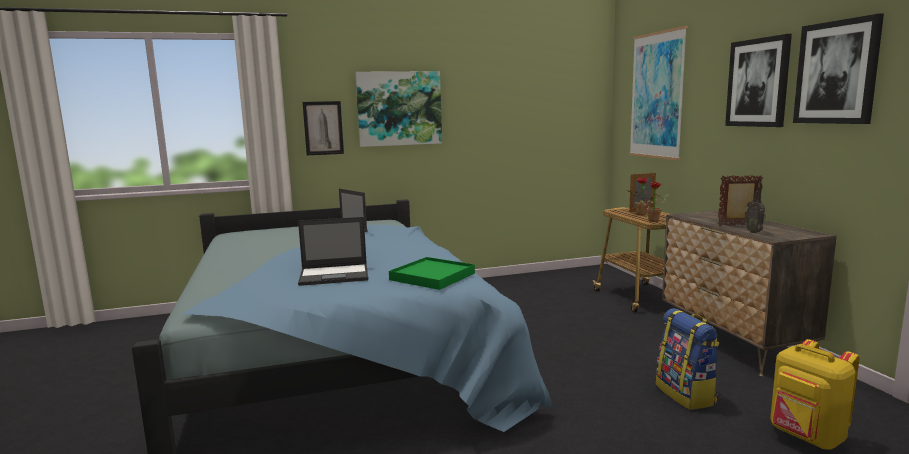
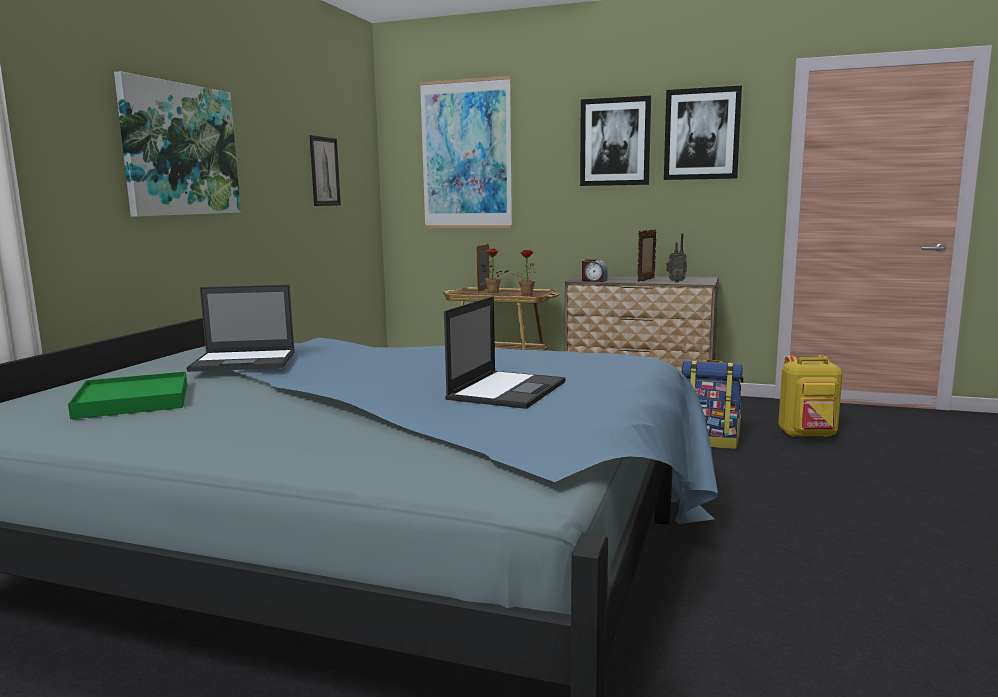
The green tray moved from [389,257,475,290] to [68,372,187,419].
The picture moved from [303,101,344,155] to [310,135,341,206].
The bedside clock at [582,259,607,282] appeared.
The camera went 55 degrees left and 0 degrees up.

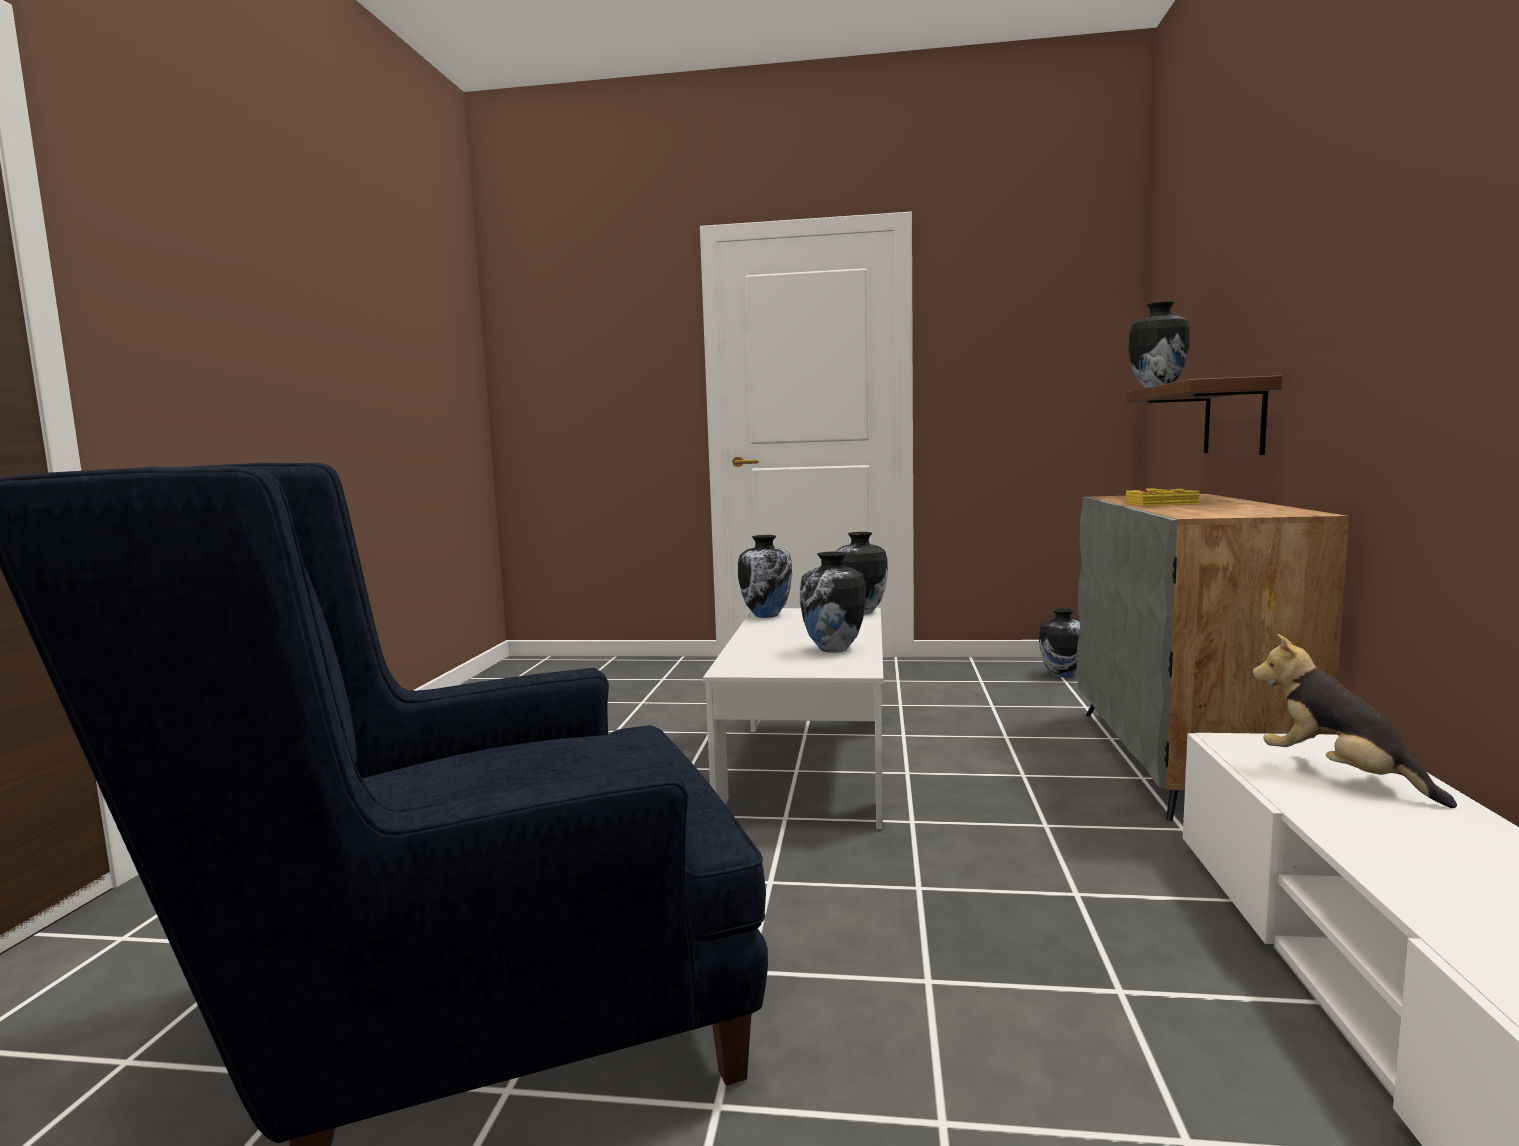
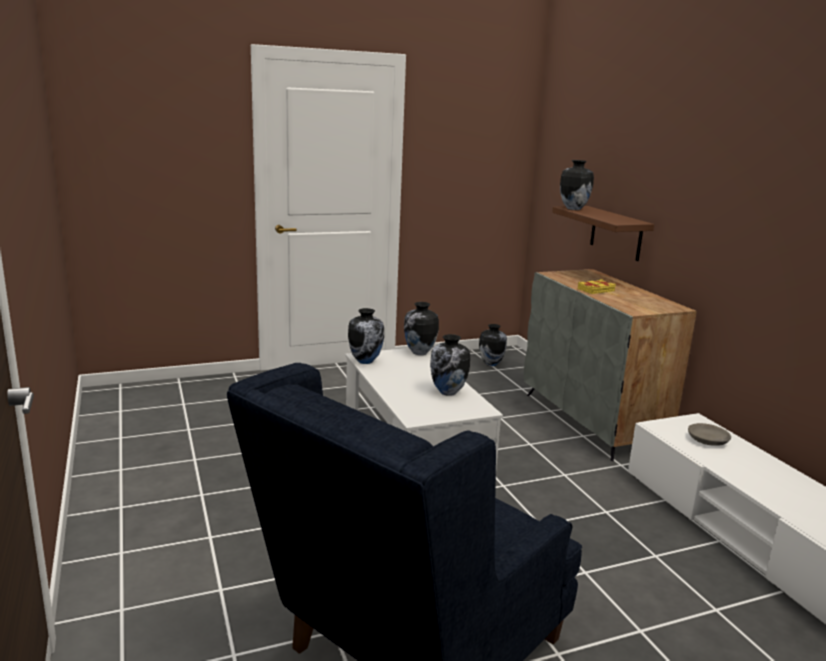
The cuddly toy at [1252,634,1457,808] was replaced by the gray serving bowl at [688,423,731,446].
The camera went 30 degrees left and 10 degrees up.

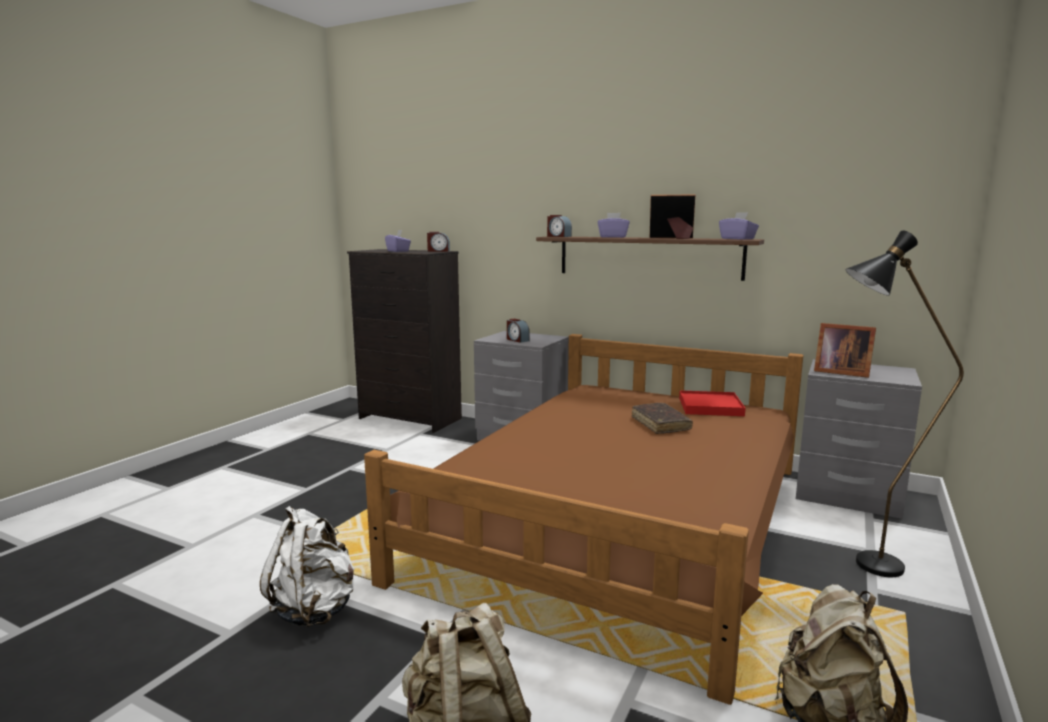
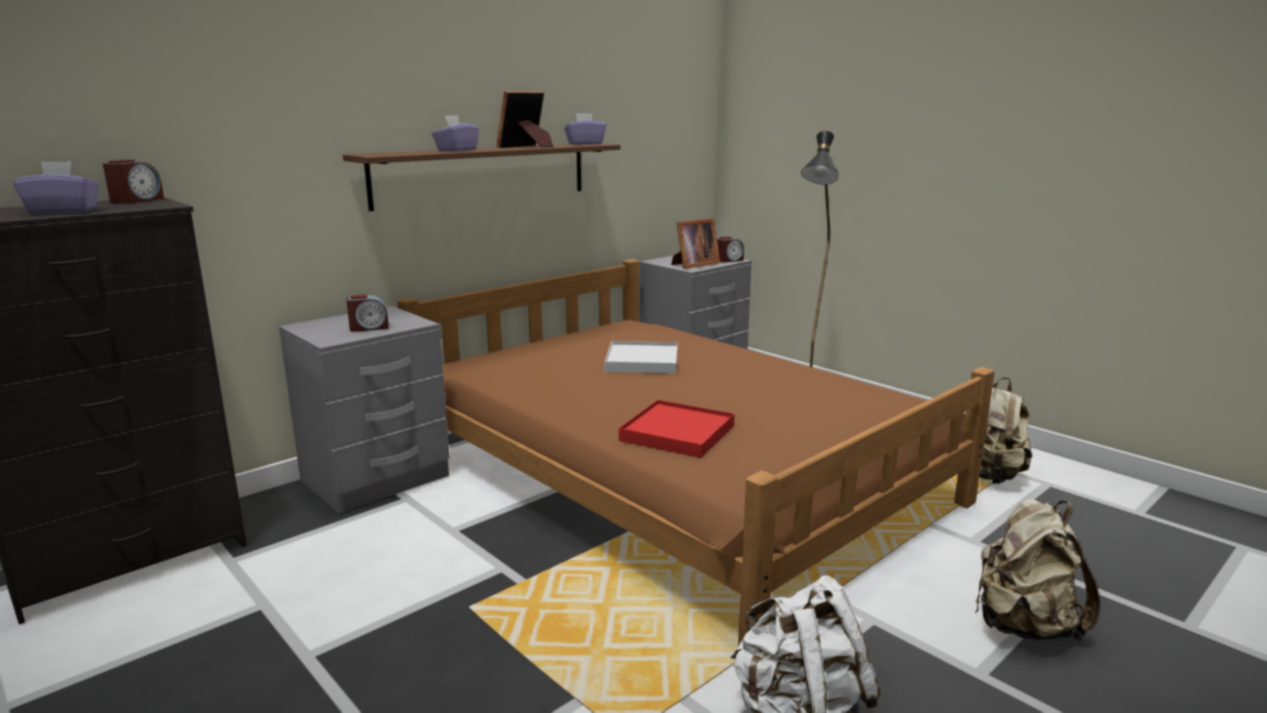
The brown volume at [632,403,693,434] was replaced by the white-coloured tray at [605,341,678,374].
The red-coloured tray moved from [679,390,746,416] to [619,400,735,458].
The bedside clock moved from [547,215,572,237] to [717,236,744,263].
The camera went 70 degrees left and 5 degrees up.

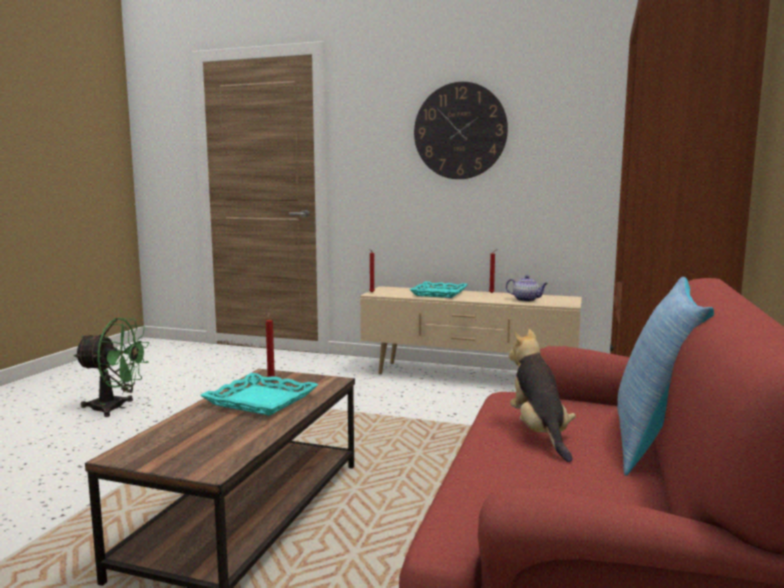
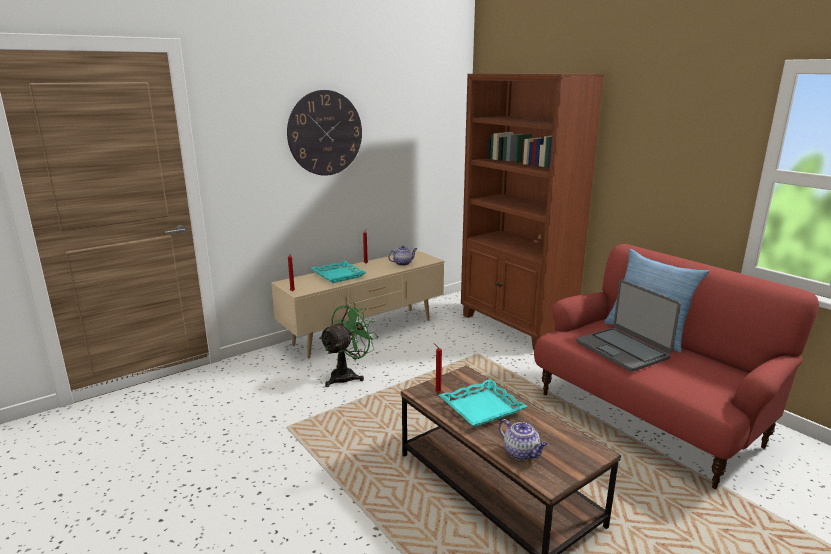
The green cooling fan moved from [73,318,149,417] to [319,303,378,387].
The pot for tea at [499,419,548,460] appeared.
The cuddly toy at [509,329,576,462] was replaced by the notebook computer at [576,280,681,372].
The camera went 55 degrees left and 10 degrees up.

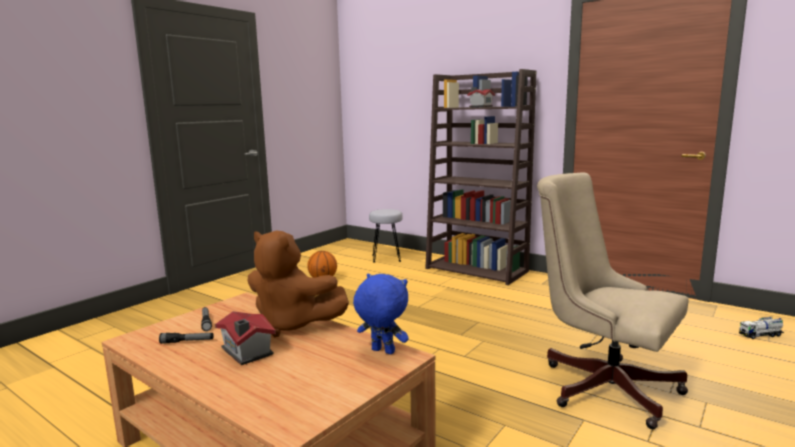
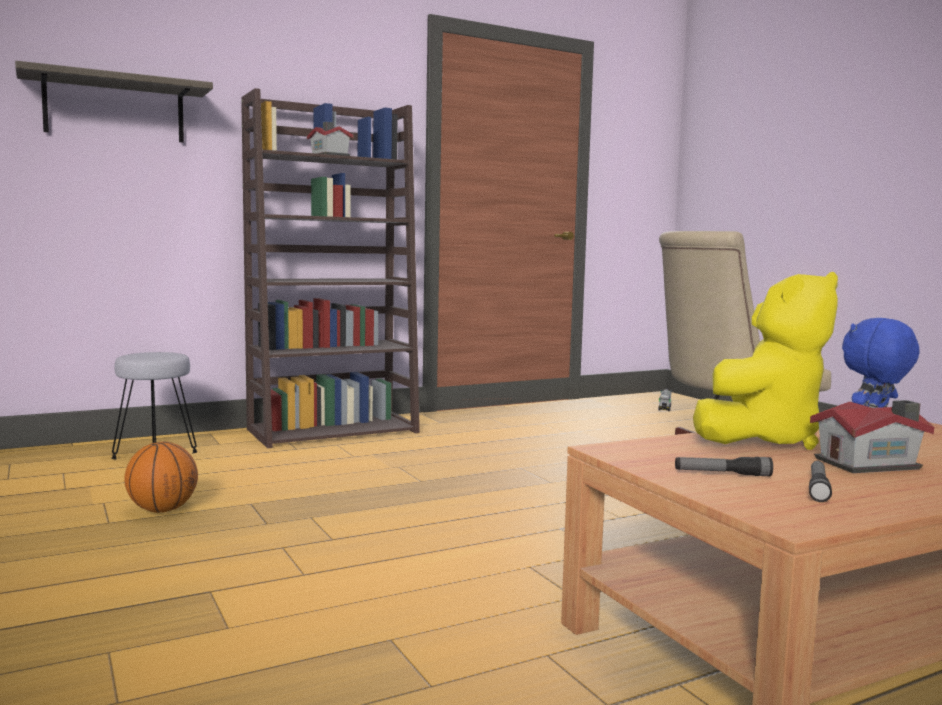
The shelf at [15,61,213,143] appeared.
The brown cuddly toy at [247,231,349,337] became the yellow-coloured cuddly toy at [693,272,838,450].
The camera went 65 degrees left and 5 degrees down.

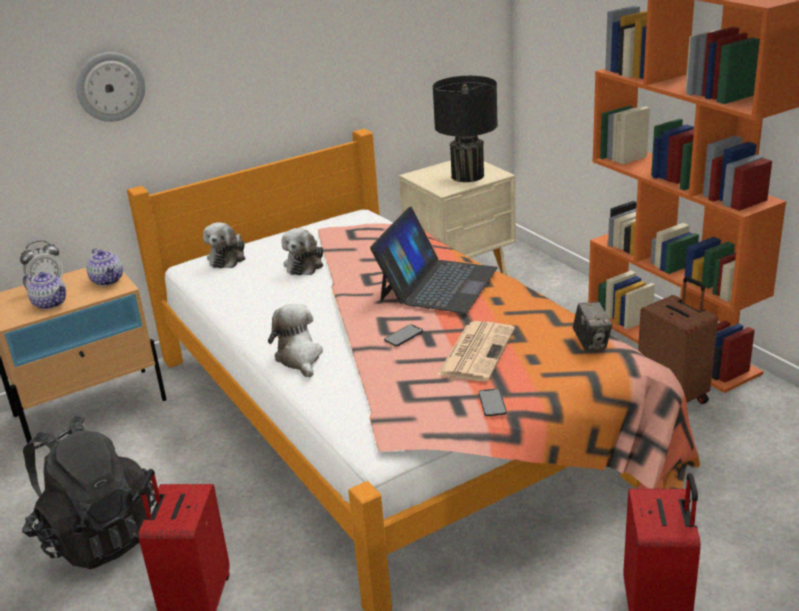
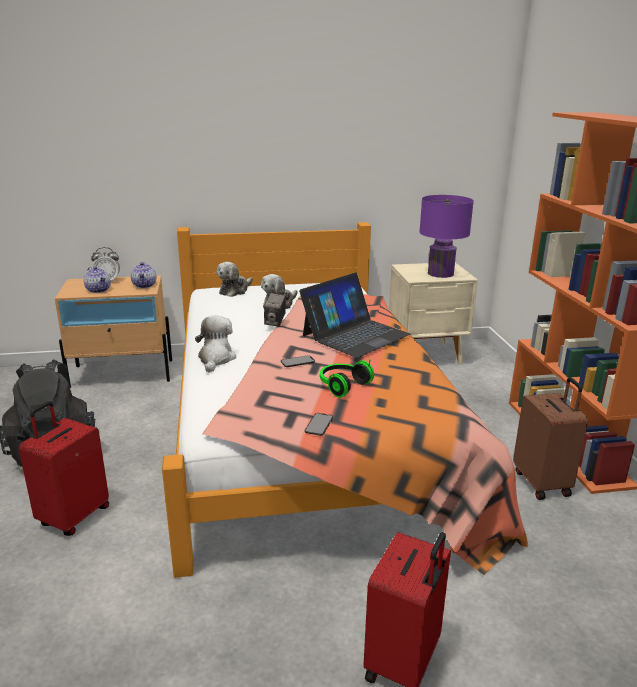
The photo camera moved from [573,302,612,351] to [264,293,286,327].
The daily paper at [437,321,515,381] was replaced by the headset at [320,360,374,398].
The blackish tabletop lamp at [433,76,498,182] became the purplish tabletop lamp at [419,195,474,278].
The hanging clock at [76,52,145,122] disappeared.
The camera went 20 degrees right and 5 degrees down.

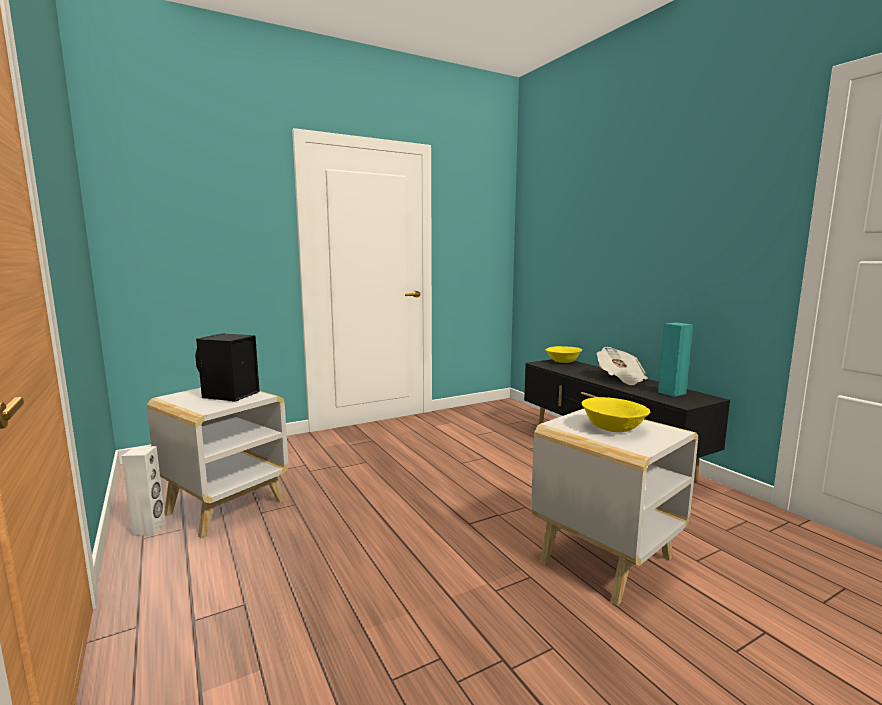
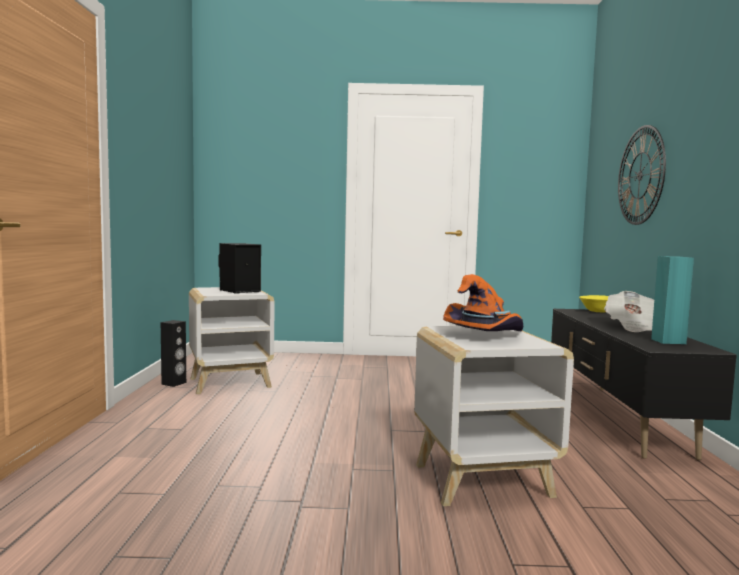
The white-coloured audio speaker at [122,446,165,536] became the blackish audio speaker at [161,320,186,387].
The yellow-coloured serving bowl at [582,397,650,432] was replaced by the orange-coloured clothing hat at [443,274,523,331].
The hanging clock at [618,125,666,225] appeared.
The camera went 30 degrees right and 5 degrees down.

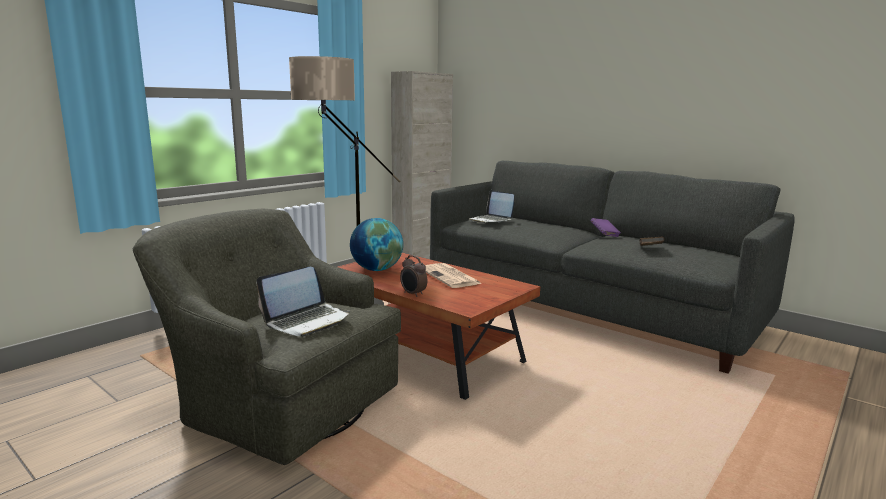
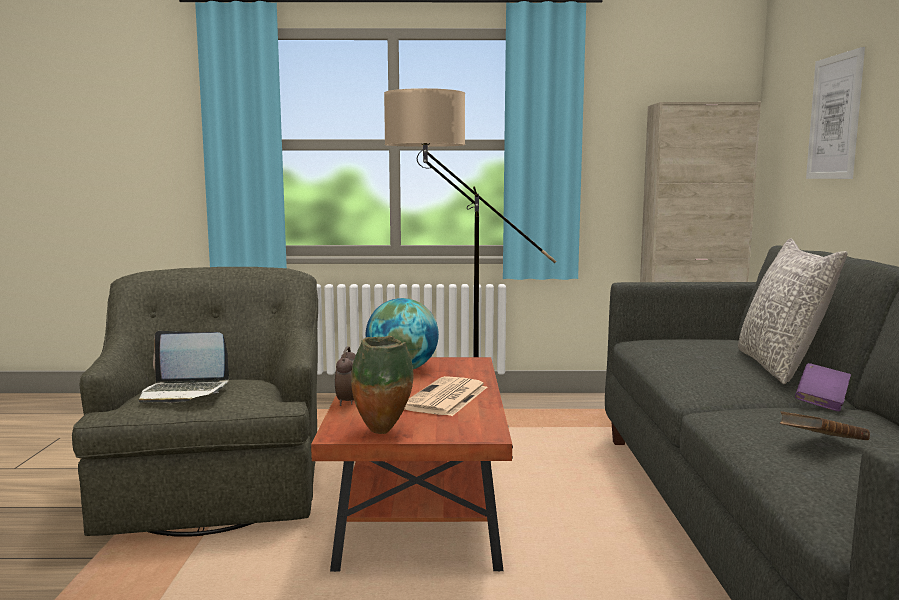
The flower vase at [351,336,413,434] appeared.
The gray cushion at [738,238,847,384] appeared.
The picture at [806,47,865,179] appeared.
The notebook computer at [469,190,514,223] disappeared.
The camera went 50 degrees right and 5 degrees down.

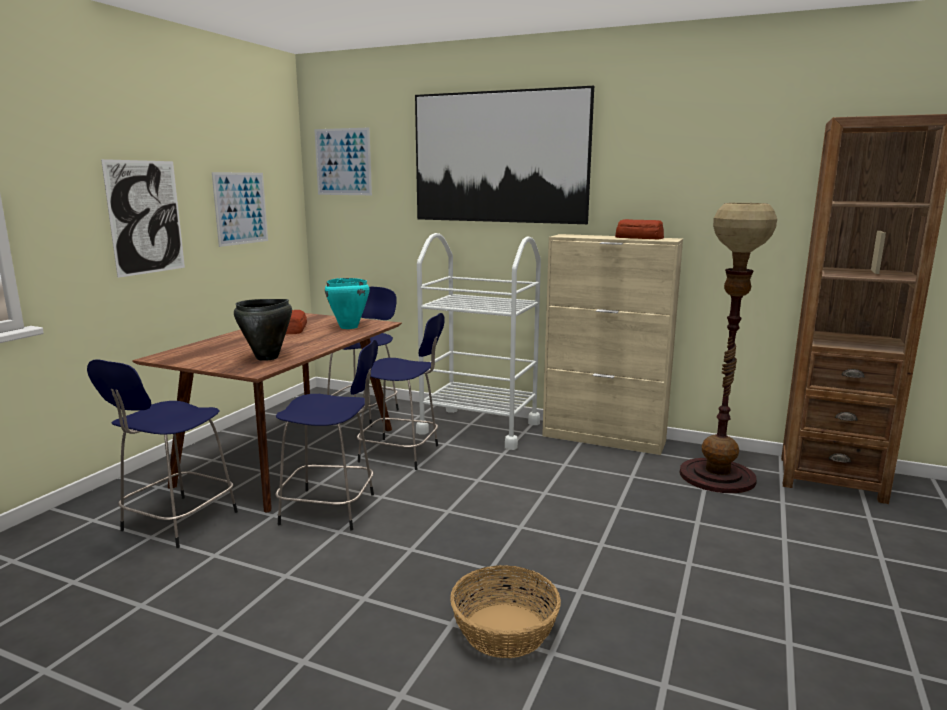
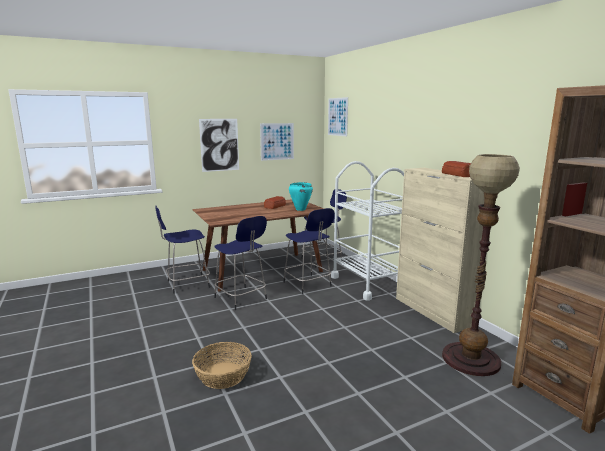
The blackish saucepot at [234,299,292,361] disappeared.
The picture at [415,86,594,224] disappeared.
The camera went 40 degrees right and 0 degrees up.

